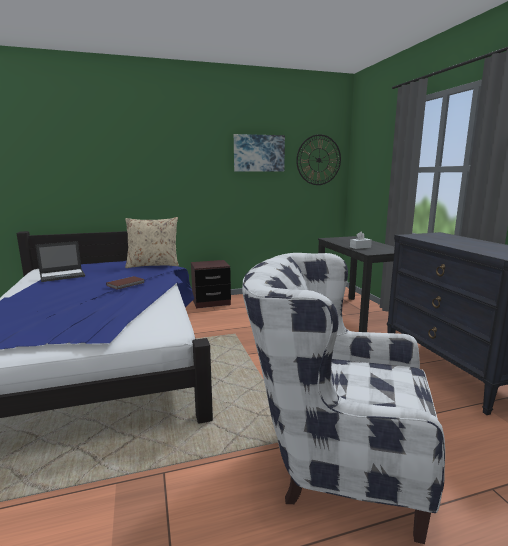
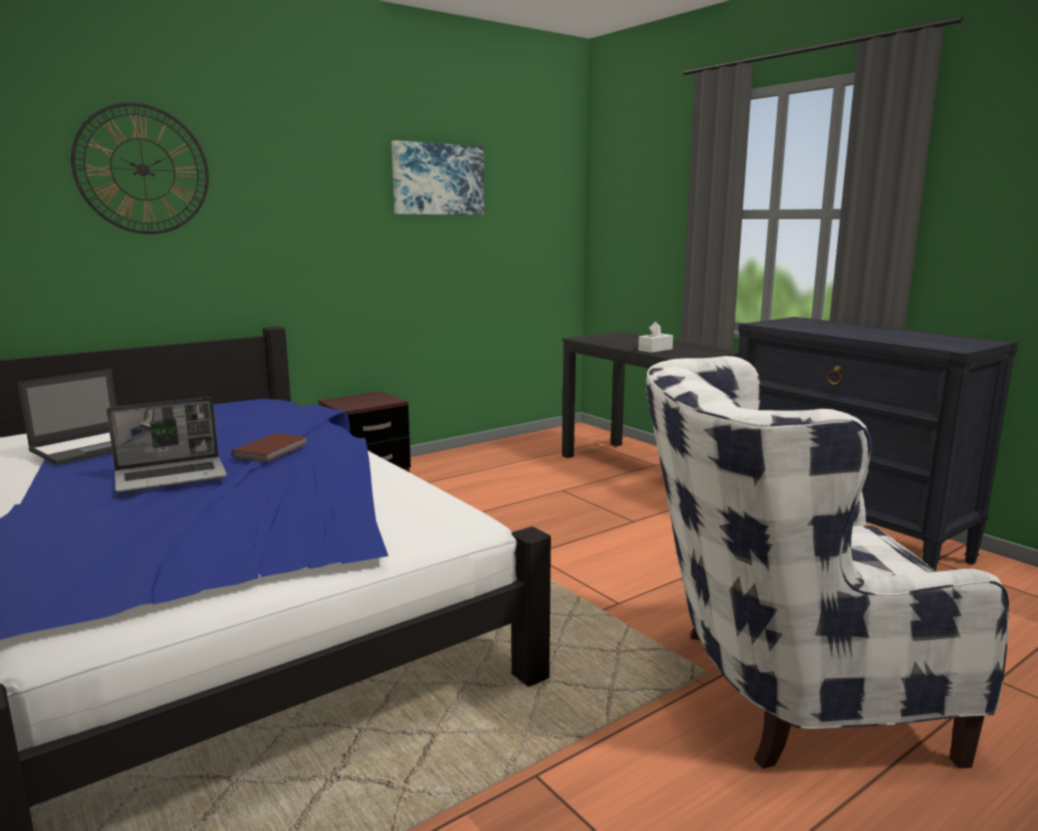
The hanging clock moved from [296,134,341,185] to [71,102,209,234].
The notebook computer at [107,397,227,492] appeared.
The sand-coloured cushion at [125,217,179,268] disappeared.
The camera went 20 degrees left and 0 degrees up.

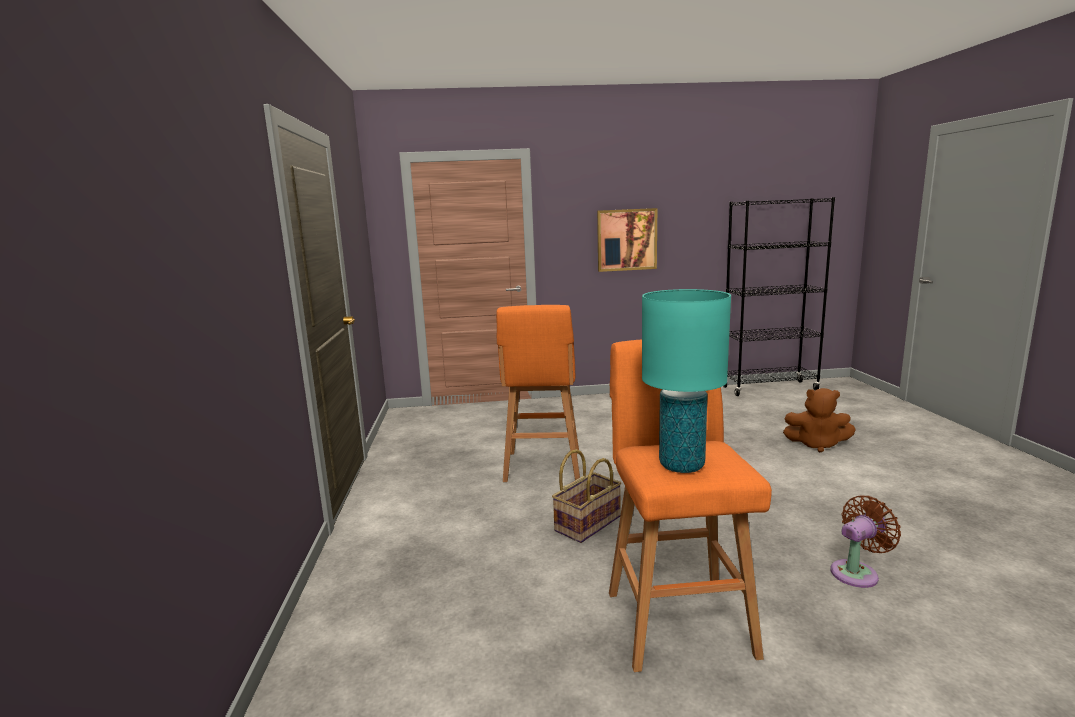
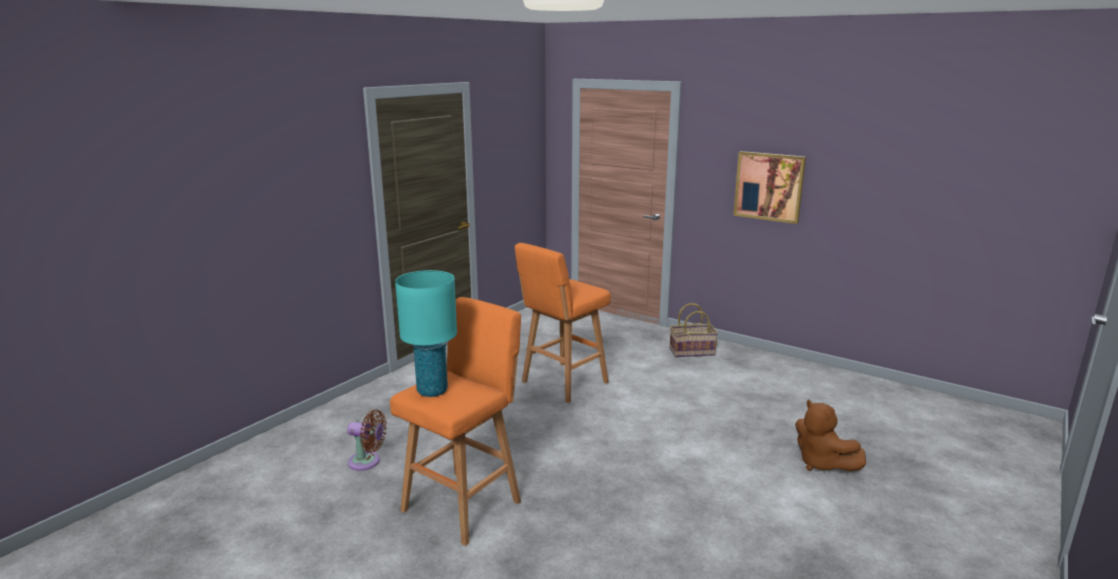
The brown cooling fan moved from [830,496,901,588] to [347,410,387,471].
The storage basket moved from [552,449,622,543] to [670,303,718,357].
The blackish shelving unit at [723,197,835,396] disappeared.
The camera went 40 degrees right and 5 degrees up.

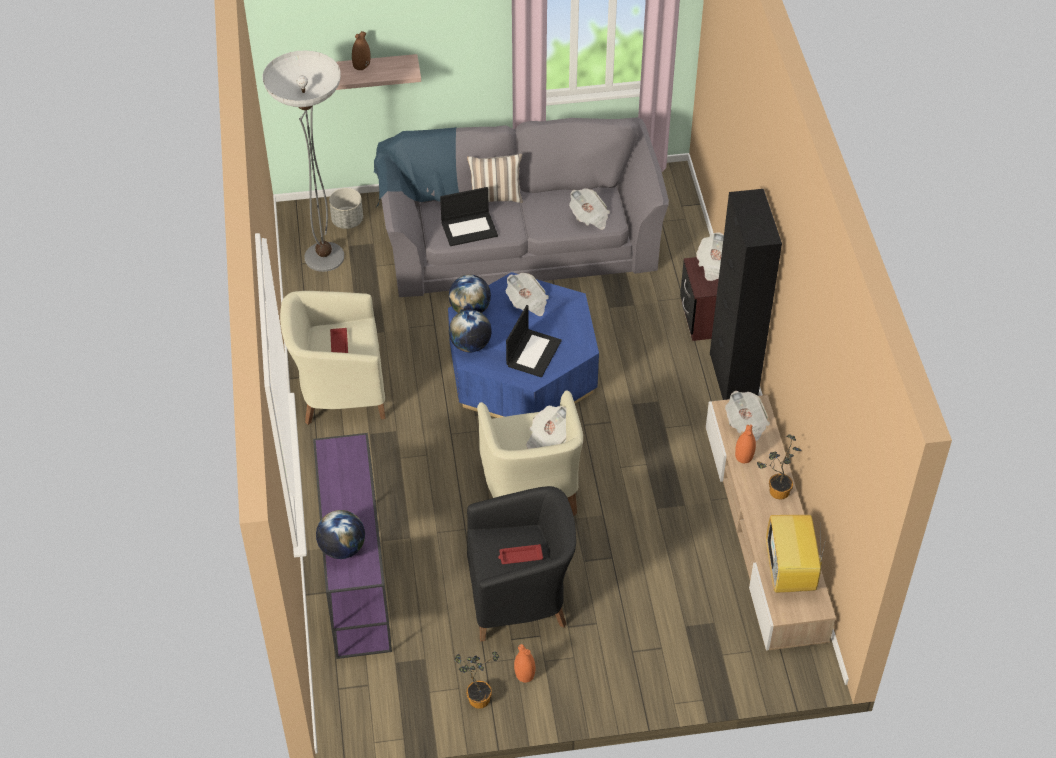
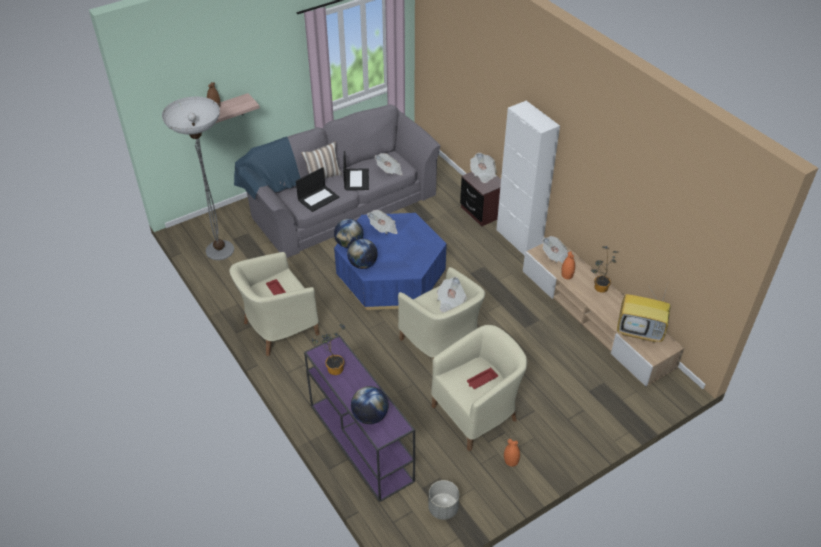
The potted plant moved from [454,652,499,709] to [312,324,345,375].
The notebook computer moved from [506,305,562,377] to [343,151,369,191].
The gray flower pot moved from [329,188,363,229] to [428,480,459,520].
The blackish easy chair at [467,486,576,641] became the sand-coloured easy chair at [431,325,527,451].
The blackish storage cabinet at [710,189,782,400] became the white-coloured storage cabinet at [496,101,560,256].
The television at [766,515,826,593] turned 45 degrees counterclockwise.
The camera went 25 degrees left and 5 degrees down.

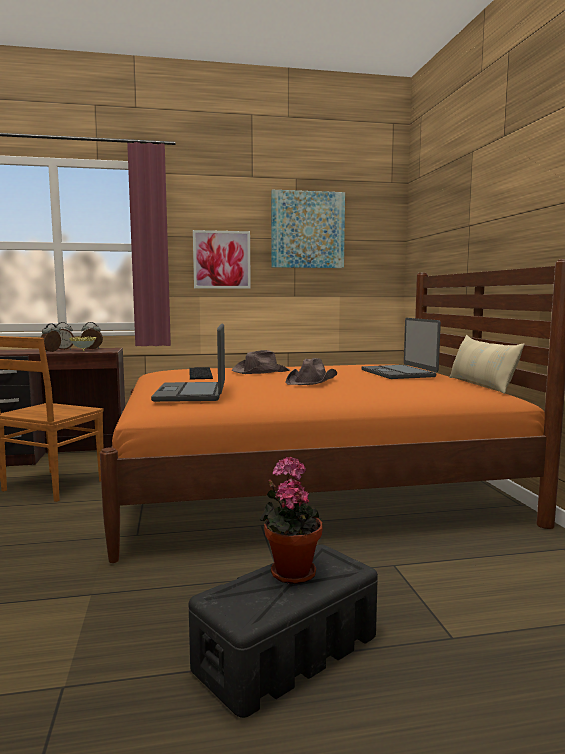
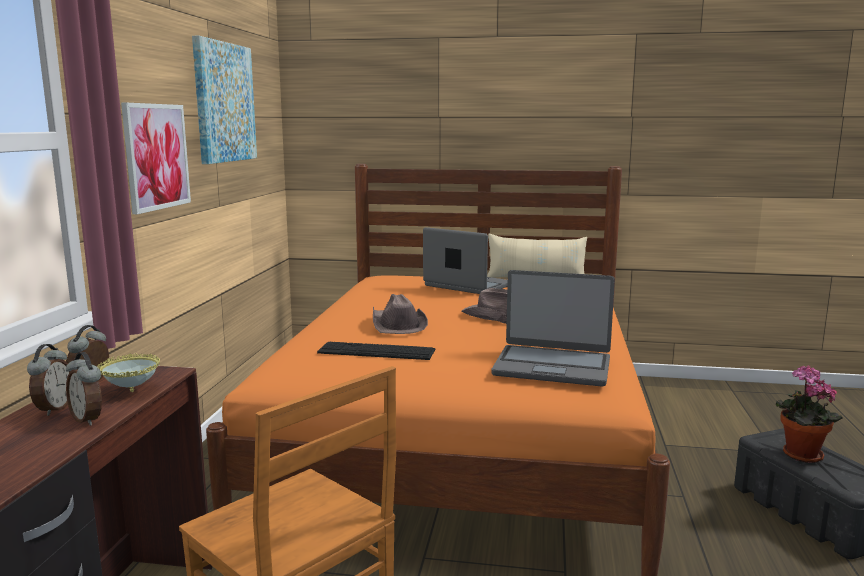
The notebook computer at [362,318,441,379] turned 150 degrees counterclockwise.
The camera went 70 degrees left and 5 degrees up.

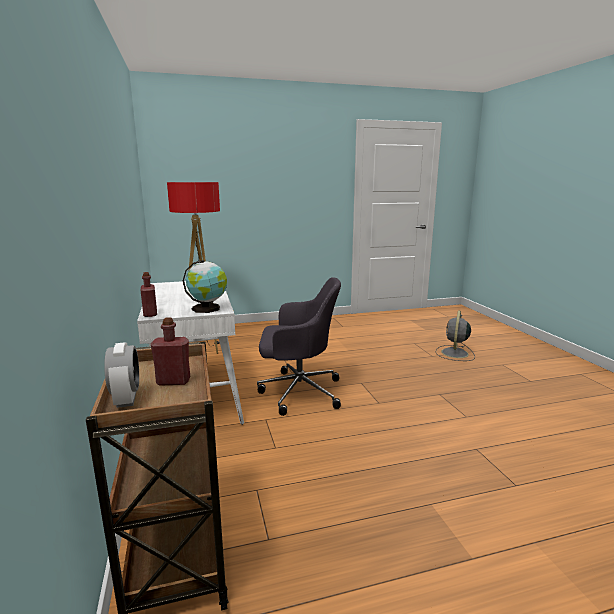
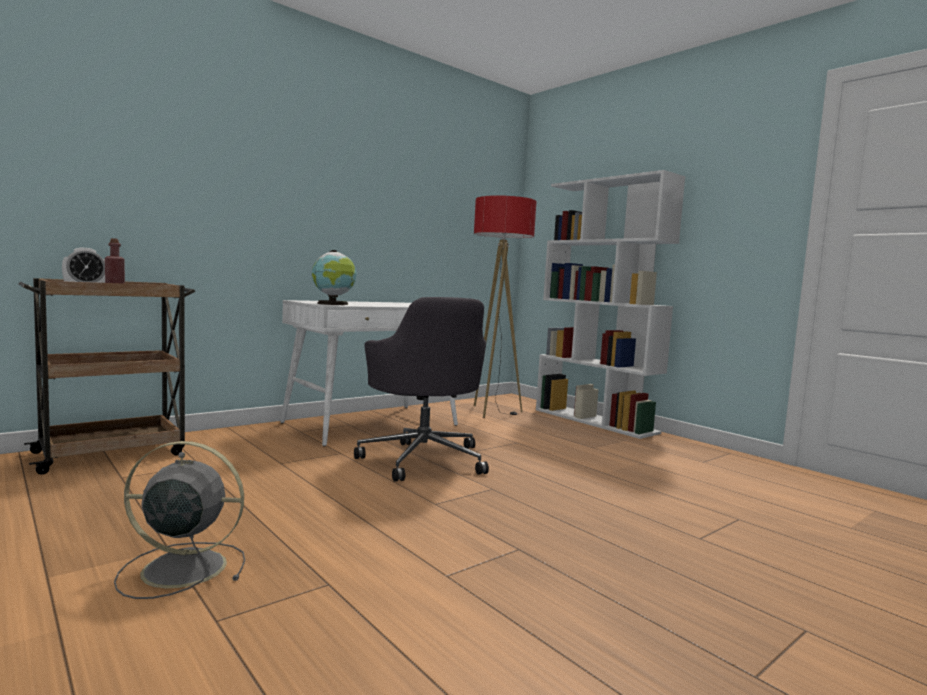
The gray cooling fan moved from [436,311,475,361] to [114,441,245,599].
The white-coloured shelving unit at [536,170,685,439] appeared.
The red-coloured drink bottle at [141,272,157,317] disappeared.
The camera went 65 degrees right and 10 degrees down.

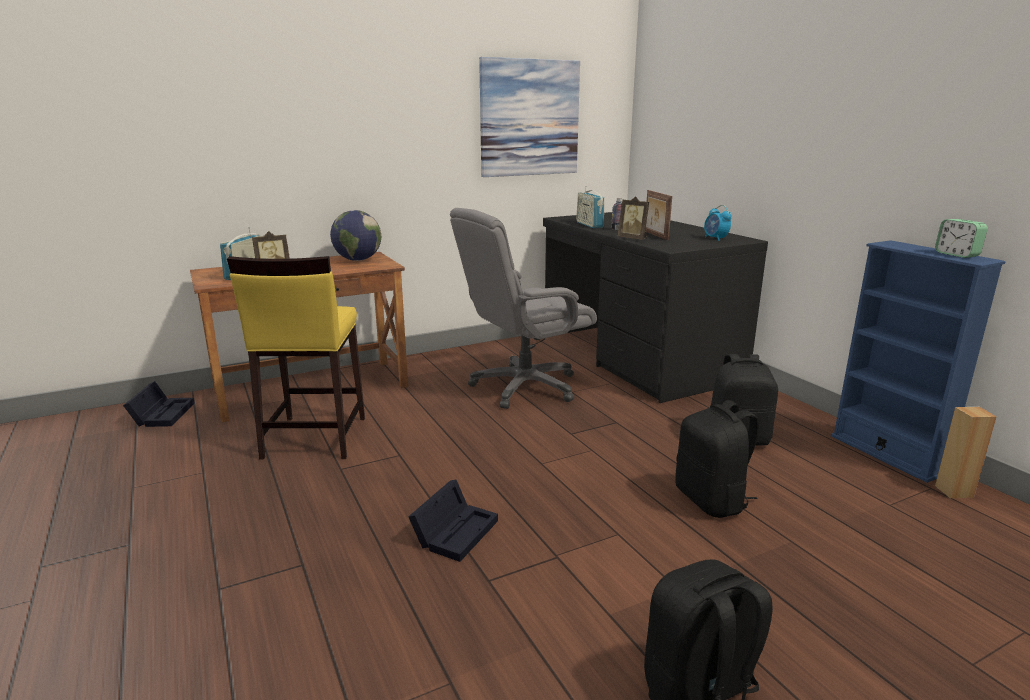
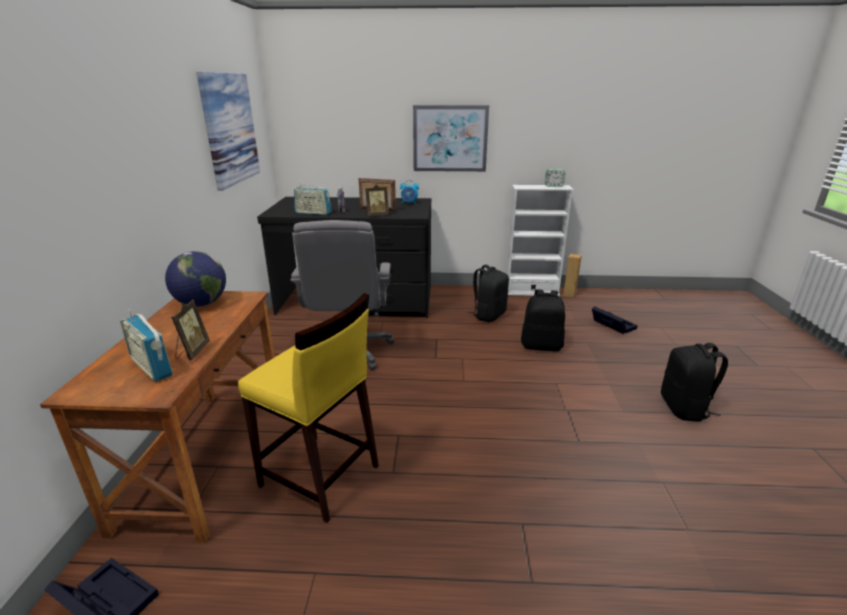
The picture at [413,105,489,172] appeared.
The bluish shelving unit at [831,240,1006,483] became the white-coloured shelving unit at [506,185,574,296].
The blackish storage container moved from [408,480,498,562] to [592,306,638,334].
The camera went 60 degrees left and 5 degrees up.

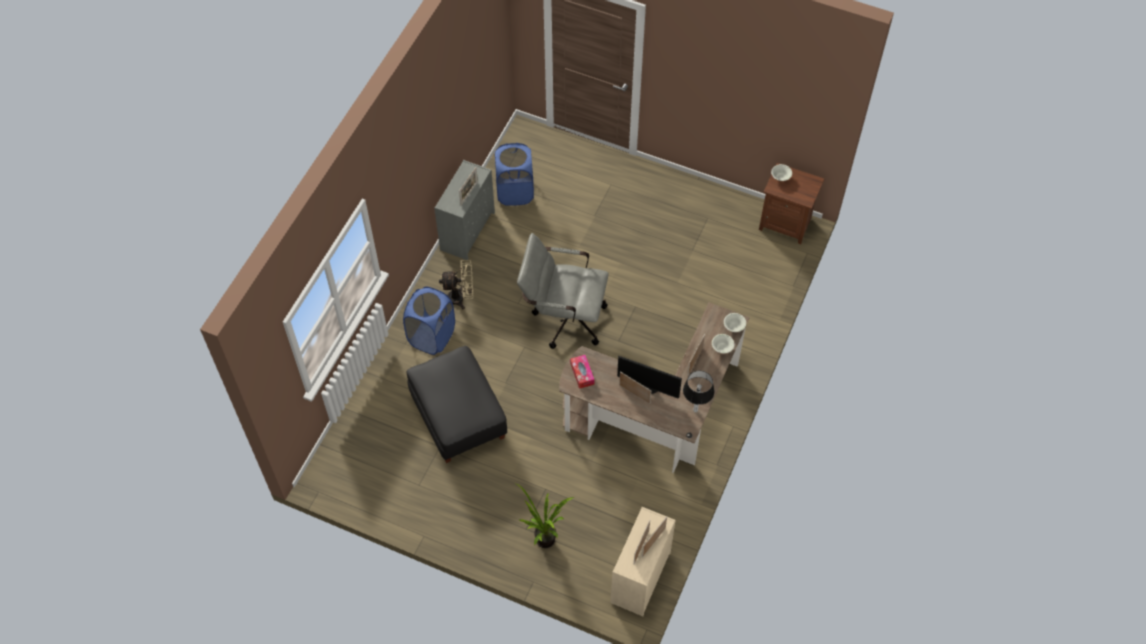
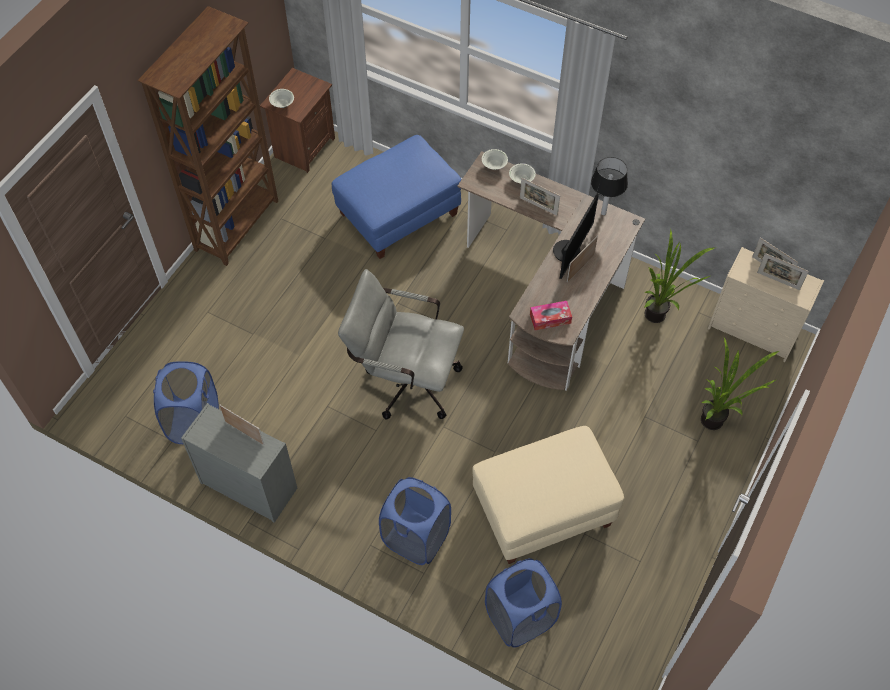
The brown shelving unit at [137,6,278,266] appeared.
The bluish pouffe at [332,135,462,259] appeared.
The gray computer chair at [517,233,609,349] turned 90 degrees clockwise.
The blackish pouffe at [407,346,507,463] became the sand-coloured pouffe at [472,426,624,564].
The bluish laundry basket at [485,558,562,648] appeared.
The potted plant at [644,229,716,323] appeared.
The sand-coloured cooling fan at [439,260,473,309] disappeared.
The camera went 85 degrees left and 0 degrees up.

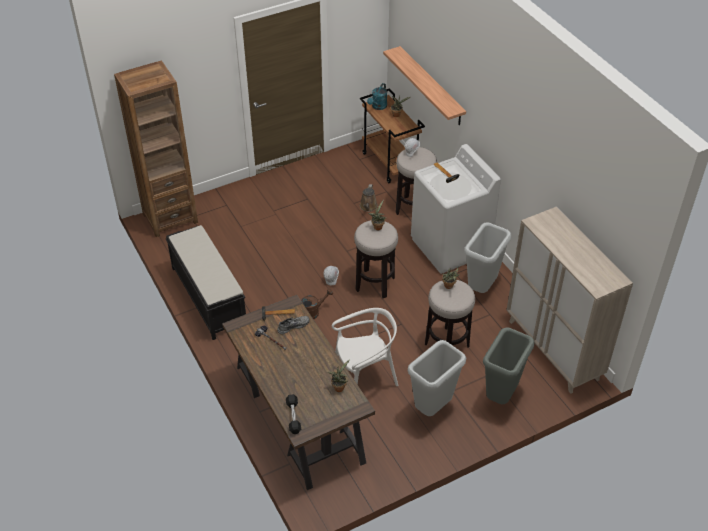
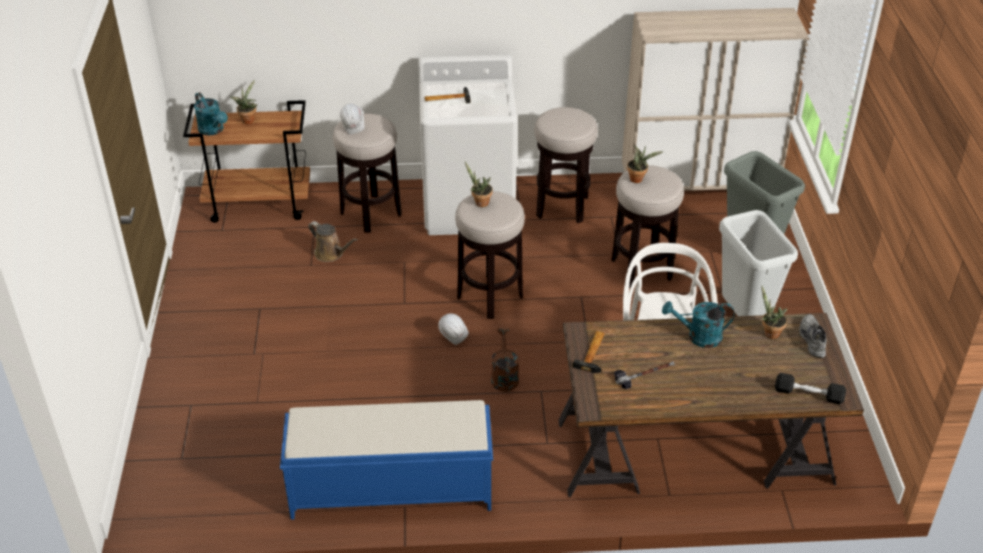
The blackish bench at [166,225,246,340] became the bluish bench at [280,400,493,519].
The gray trash can at [464,222,511,293] was replaced by the sitting stool at [534,107,598,223].
The turquoise watering can at [662,301,735,348] appeared.
The gray shoe moved from [277,316,310,334] to [799,314,827,358].
The brown shelving unit at [114,60,198,237] disappeared.
The shelf at [383,46,466,125] disappeared.
The camera went 65 degrees left and 5 degrees down.

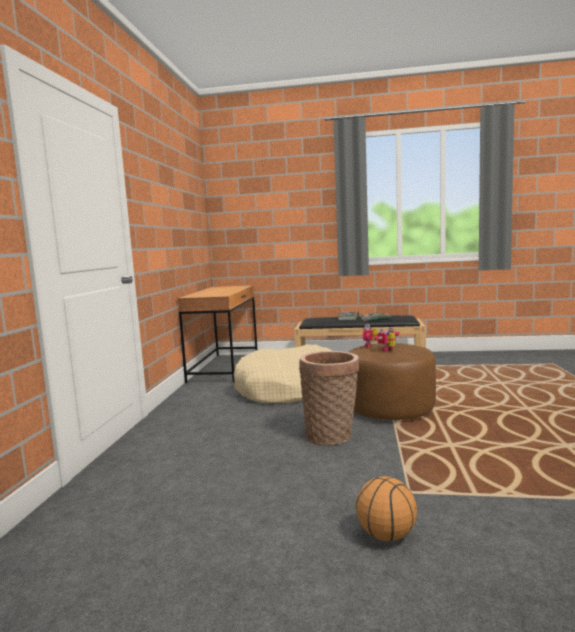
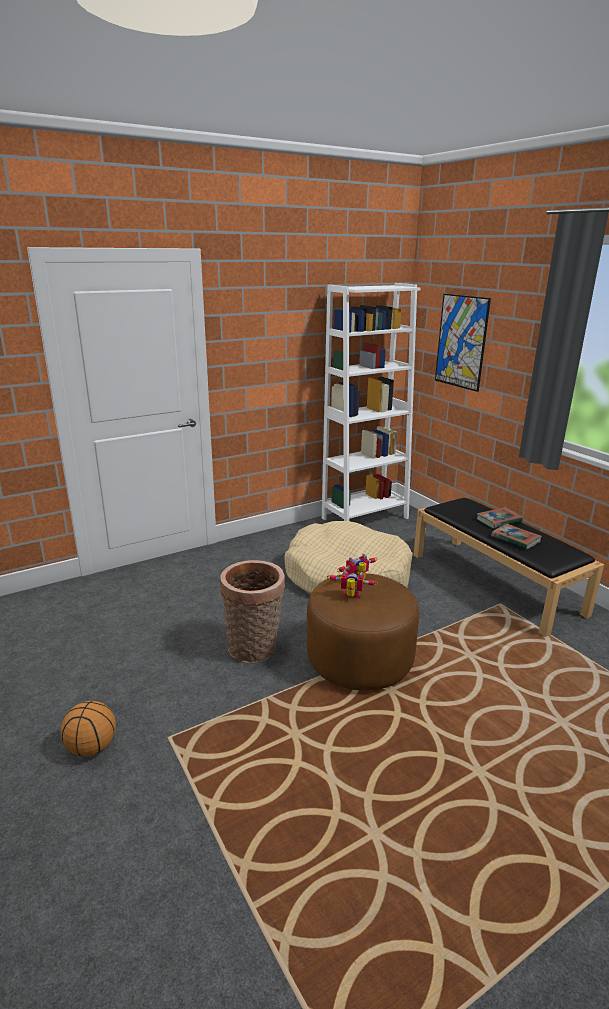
The brown desk unit at [178,285,257,383] was replaced by the white-coloured shelving unit at [322,283,421,521].
The picture at [435,294,491,392] appeared.
The camera went 50 degrees right and 15 degrees up.

